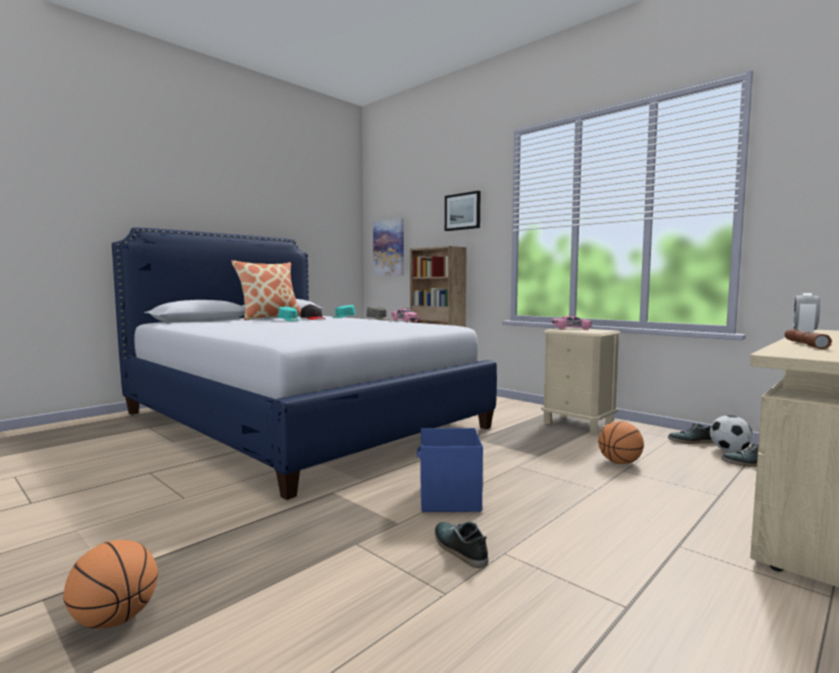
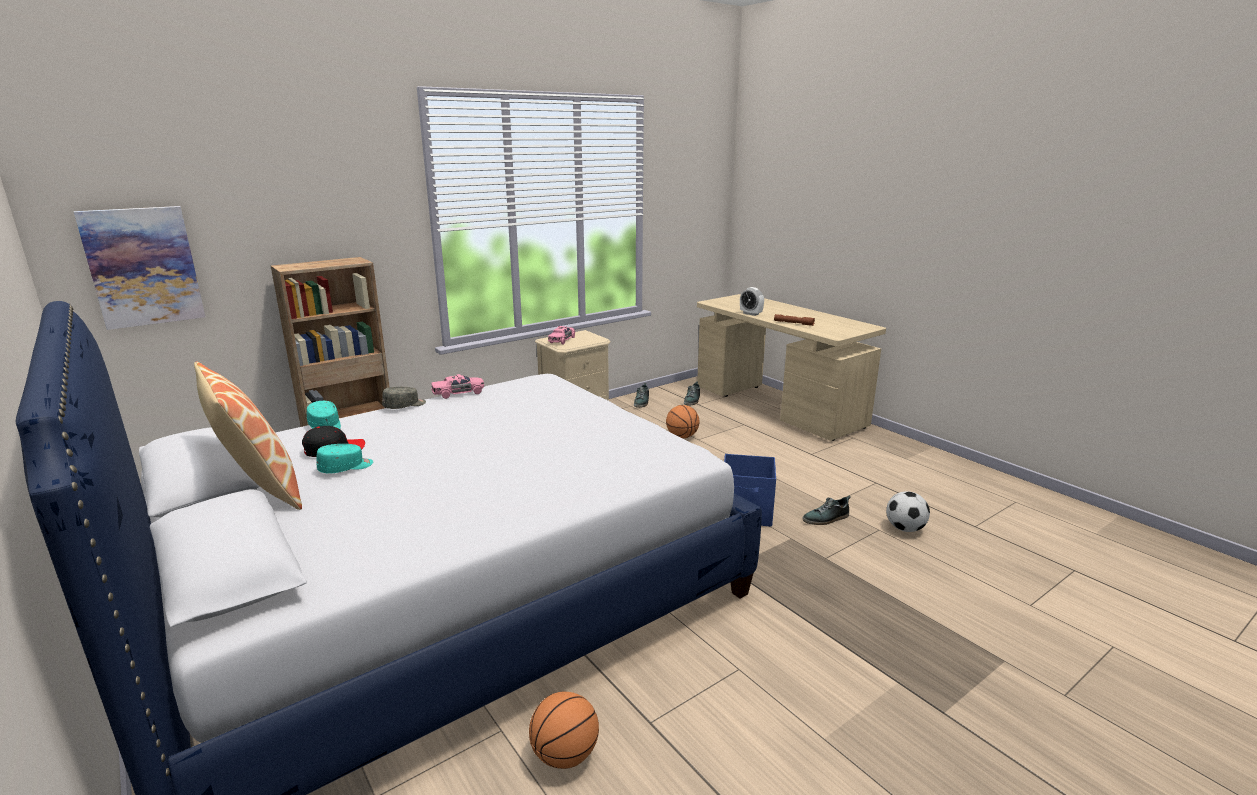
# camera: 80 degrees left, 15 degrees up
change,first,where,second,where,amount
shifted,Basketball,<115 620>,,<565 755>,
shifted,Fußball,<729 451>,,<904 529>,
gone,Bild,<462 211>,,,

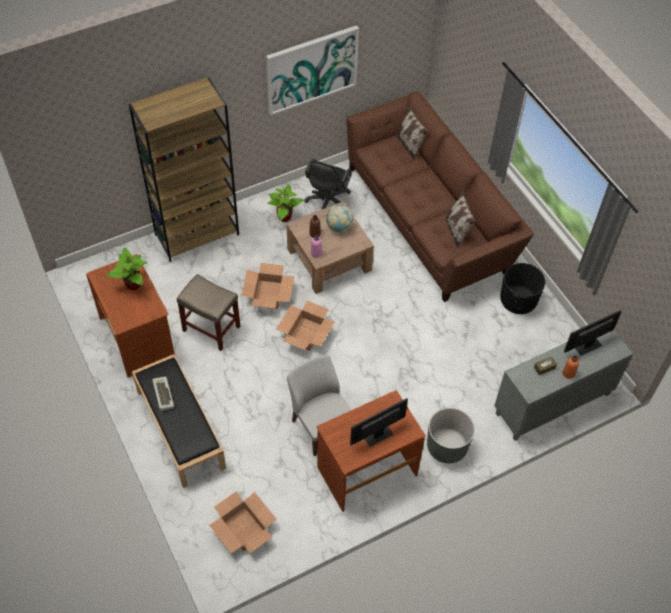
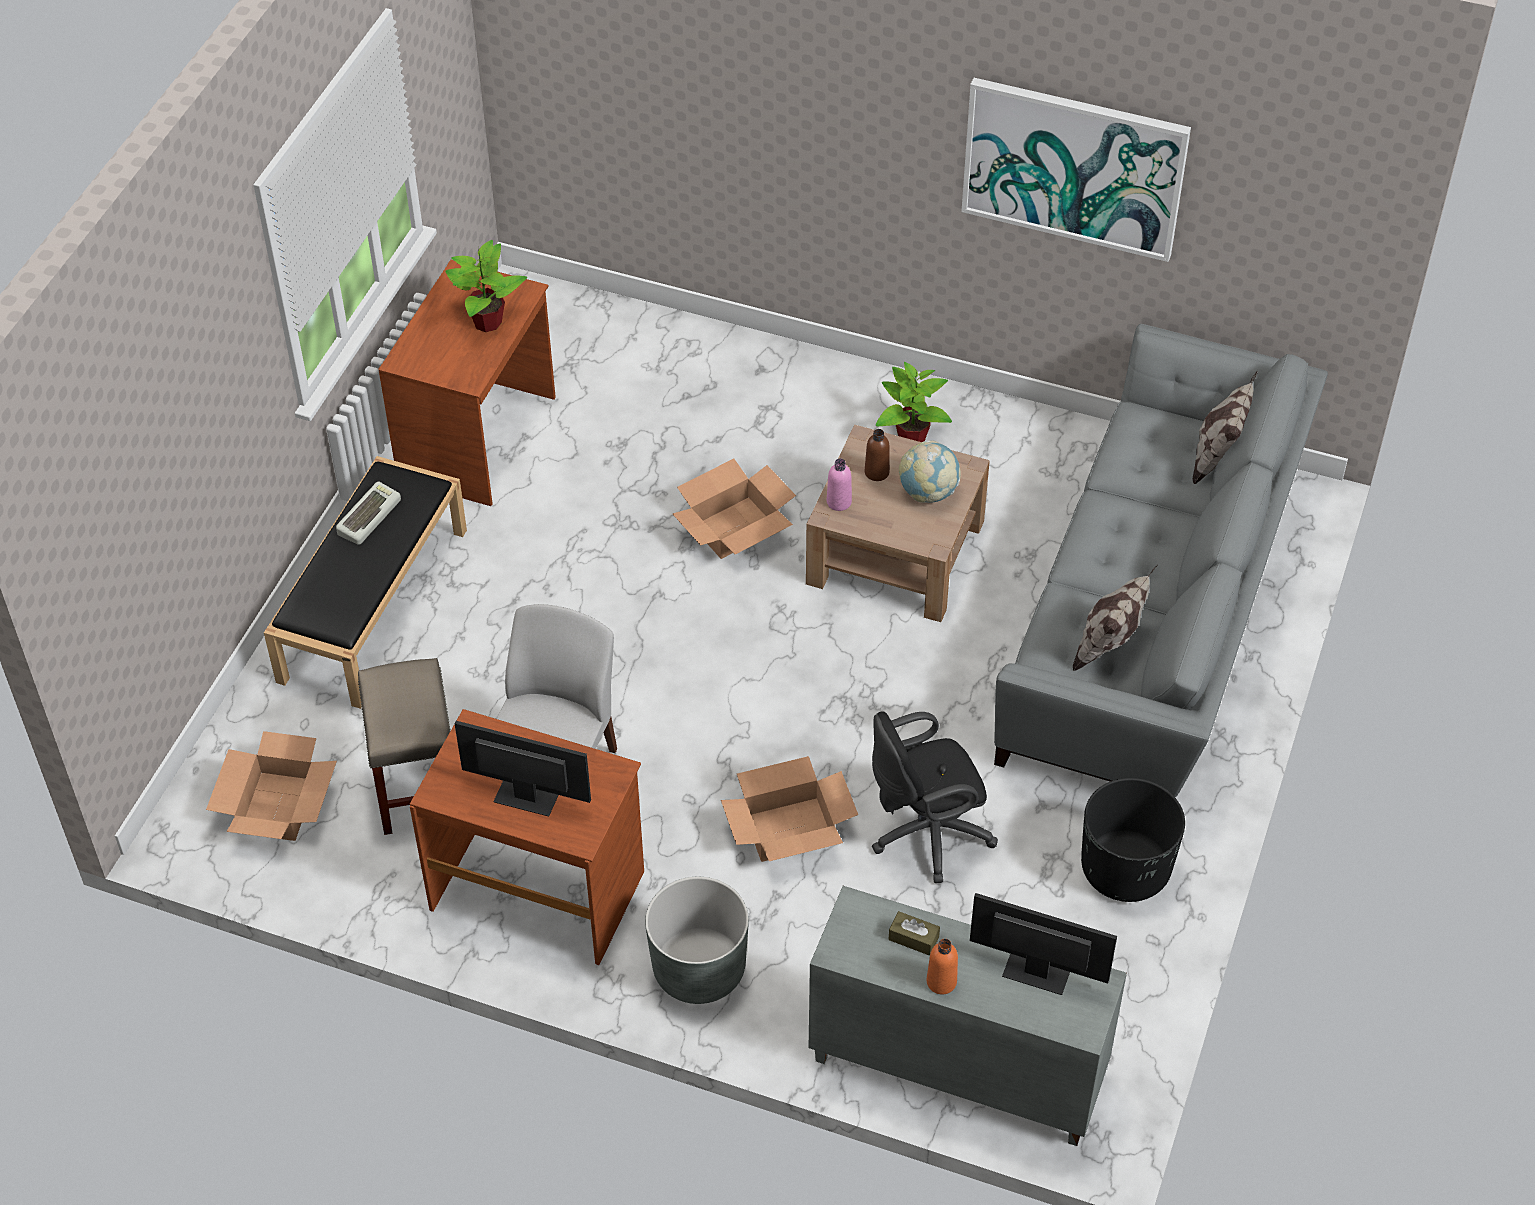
# camera: 50 degrees right, 5 degrees down
change,first,where,second,where,amount
shifted,Hocker [beige],<212 329>,,<419 787>,
shifted,Karton,<305 334>,,<789 829>,
shifted,Bürostuhl [schwarz],<327 204>,,<925 834>,
repainted,Sofa [braun],<430 218>,Sofa [grau],<1153 622>,
gone,Bücherregal [braun],<197 234>,,,

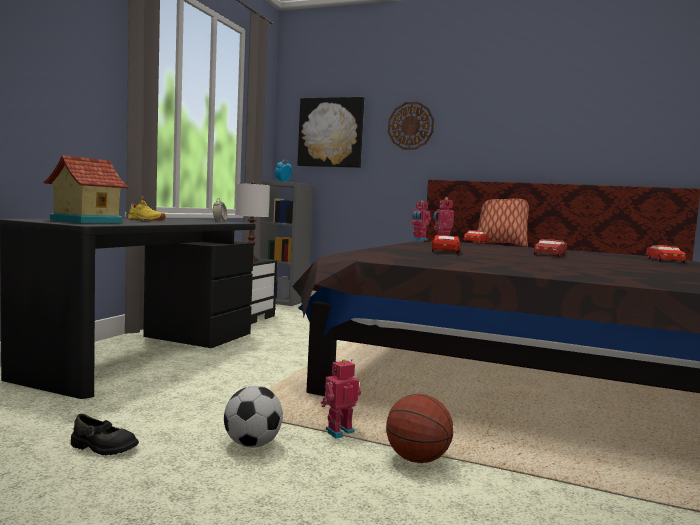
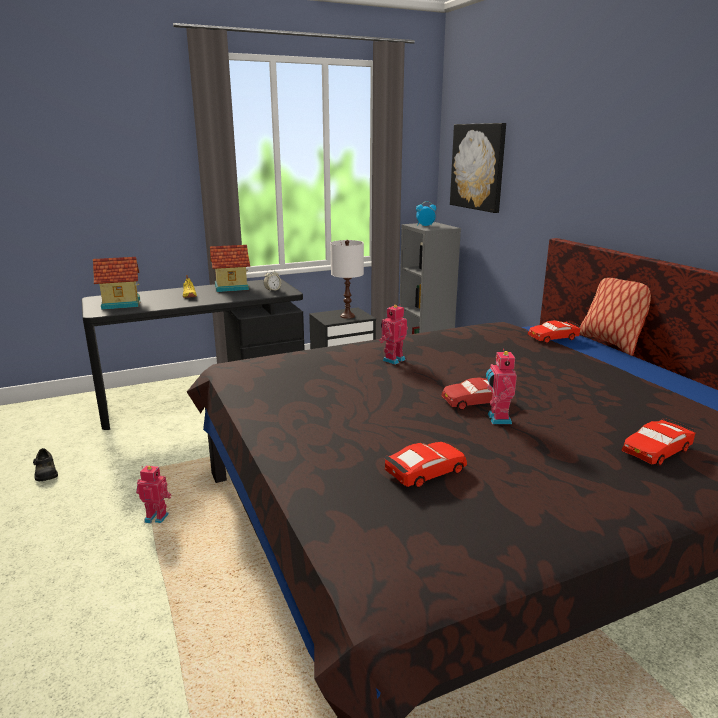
# camera: 45 degrees right, 15 degrees up
change,first,where,second,where,amount
new,,,Spielzeughaus,<231 287>,
shifted,Spielzeugauto [rot],<446 252>,,<425 472>,
shifted,Spielzeugroboter,<418 240>,,<497 419>,
gone,Fußball,<252 444>,,,
gone,Basketball,<417 459>,,,
gone,Wanduhr,<410 126>,,,

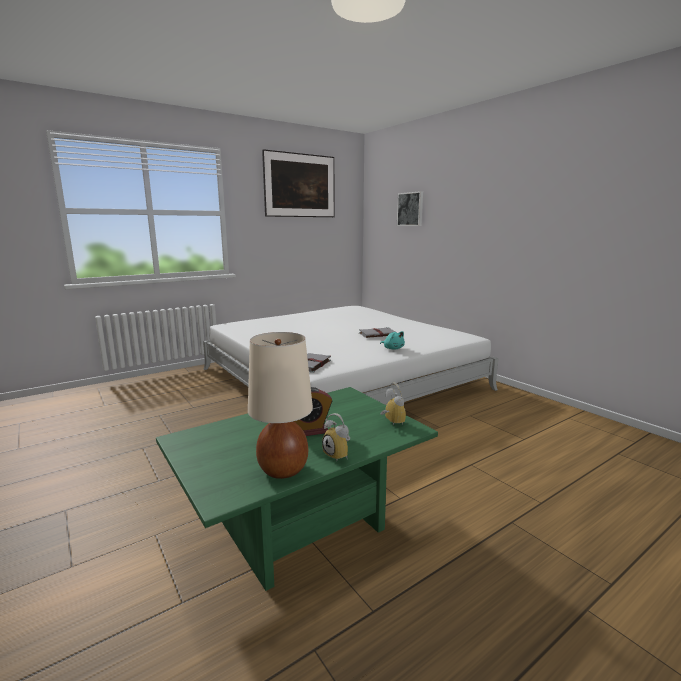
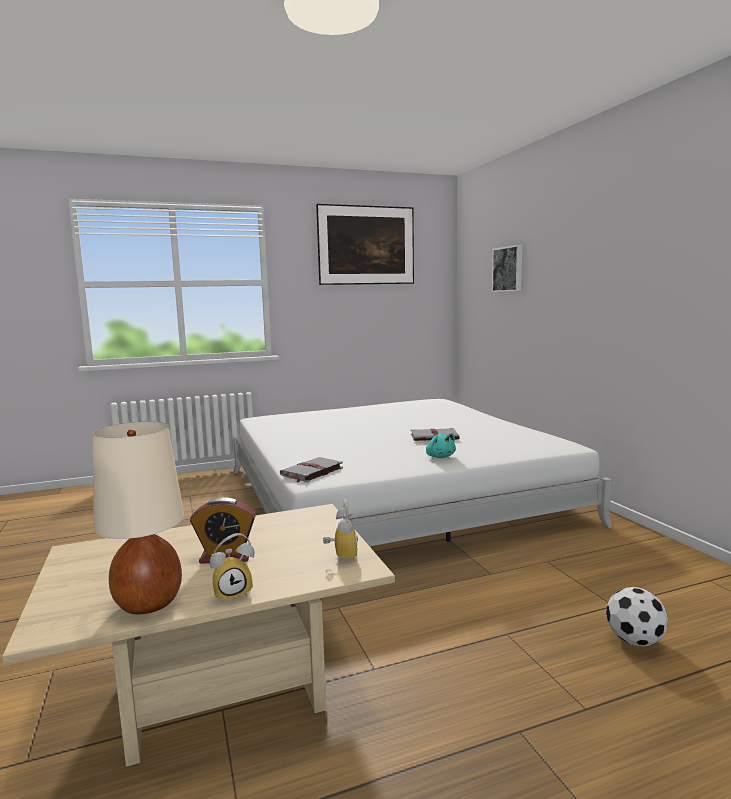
# camera: 15 degrees right, 5 degrees down
change,first,where,second,where,amount
repainted,Couchtisch [grün],<301 528>,Couchtisch [beige],<221 689>,
rotated,Wecker,<339 455>,,<233 592>,90 degrees counterclockwise
new,,,Fußball,<635 641>,

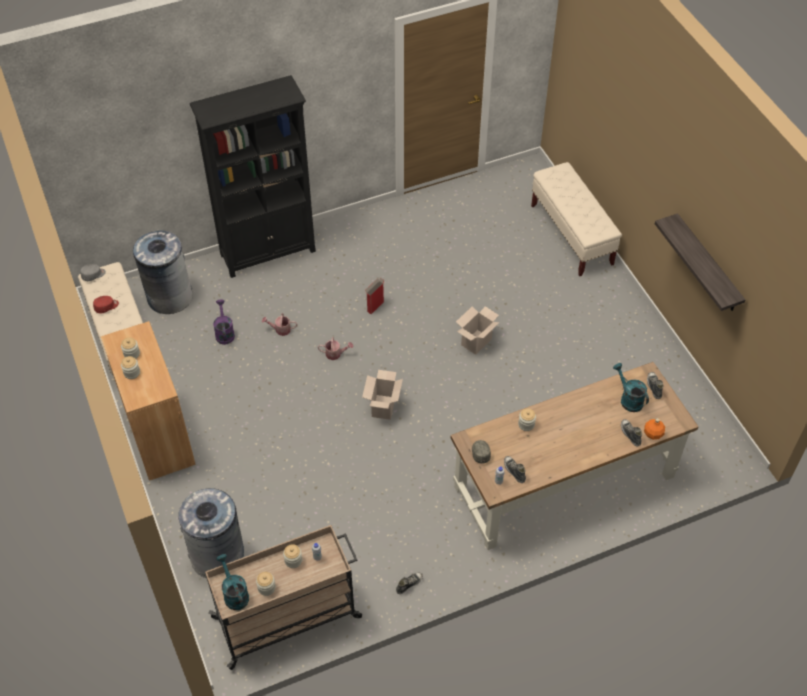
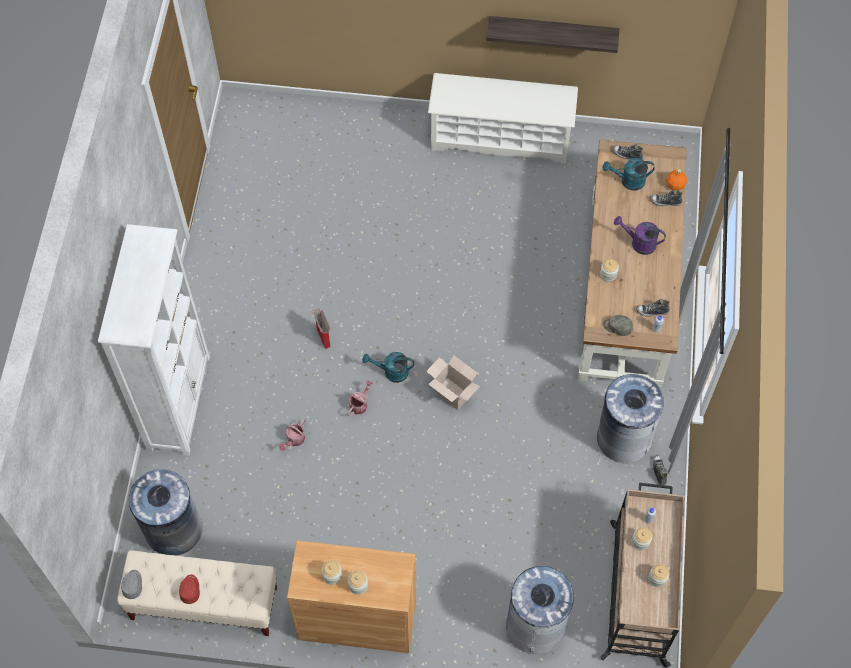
# camera: 60 degrees left, 10 degrees up
change,first,where,second,where,amount
repainted,Bücherregal [schwarz],<268 252>,Bücherregal [weiß],<179 402>,
shifted,Gießkanne [türkis],<234 593>,,<391 372>,
new,,,Schuhregal [weiß],<500 137>,
new,,,Mülleimer [grau],<624 437>,
shifted,Gießkanne [lila],<224 333>,,<639 243>,
gone,Karton,<476 341>,,,
gone,Bank [beige],<571 235>,,,

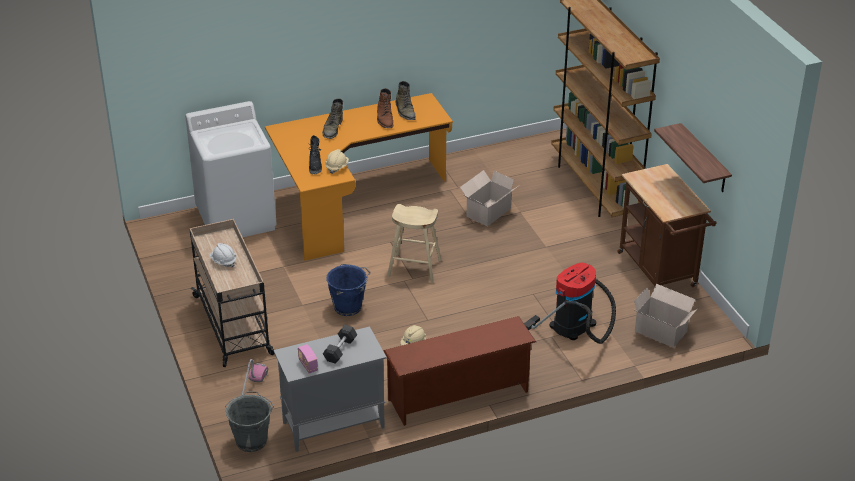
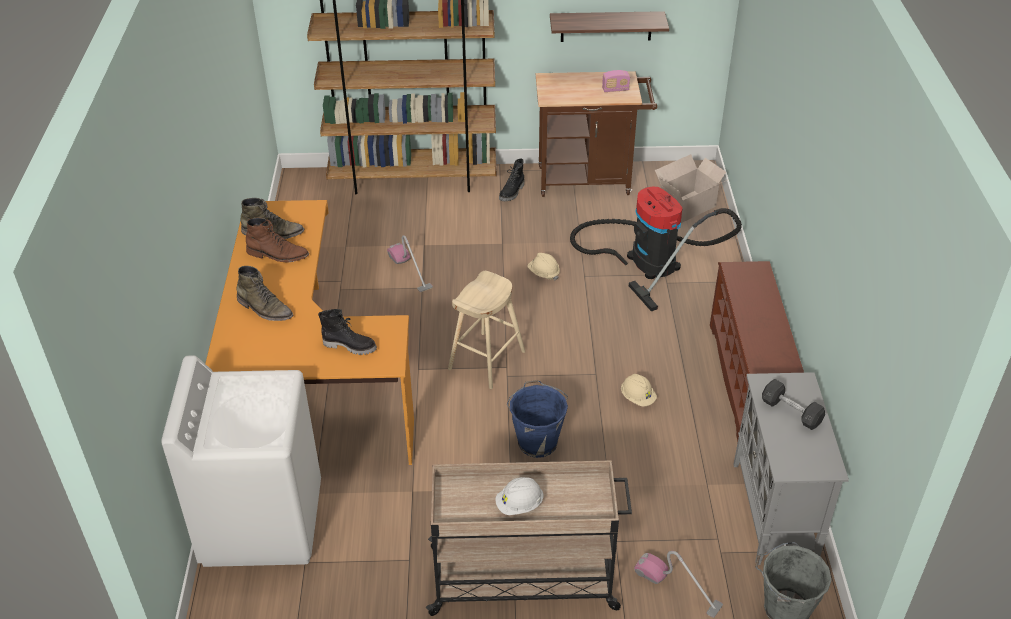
# camera: 70 degrees left, 5 degrees up
change,first,where,second,where,amount
swapped,Karton,<487 213>,Staubsauger,<410 270>,
new,,,Stiefel [schwarz],<512 192>,
shifted,Schutzhelm [beige],<337 167>,,<543 273>,
shifted,Radio,<308 365>,,<615 89>,

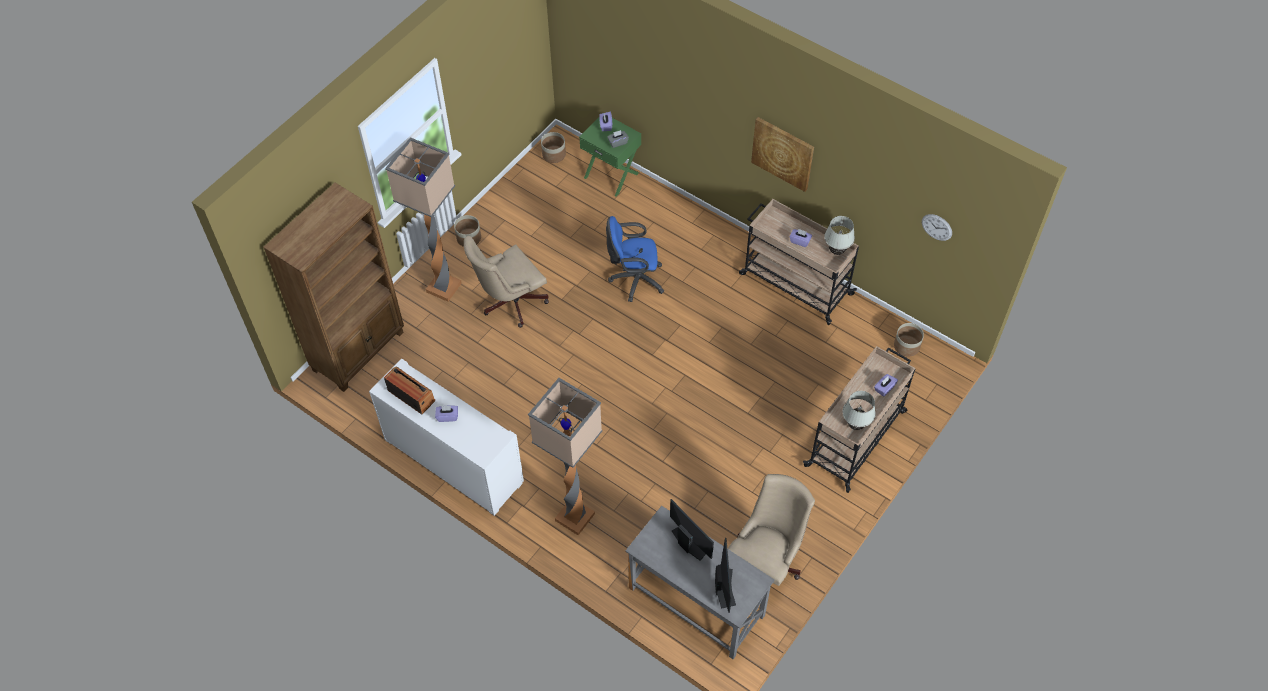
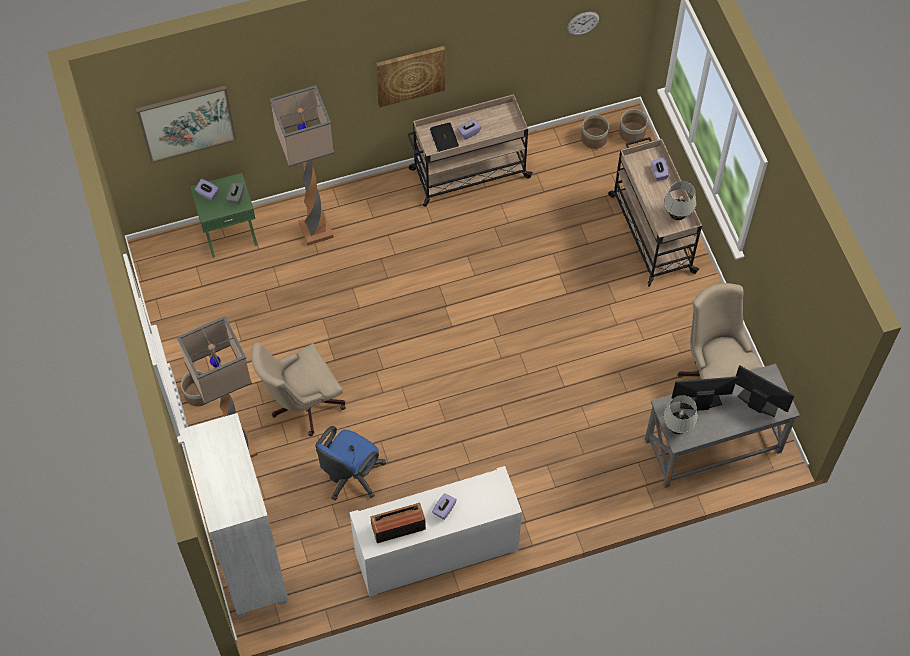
# camera: 55 degrees left, 5 degrees up
change,first,where,second,where,amount
new,,,Bild,<187 123>,
repainted,Bücherregal [braun],<359 351>,Bücherregal [weiß],<250 563>,
rotated,Bürostuhl [beige],<509 302>,,<302 404>,60 degrees clockwise
shifted,Stehlampe,<576 517>,,<316 229>,
shifted,Bürostuhl [blau],<634 280>,,<350 476>,
new,,,Laptop,<444 138>,
shifted,Pflanzkübel,<554 154>,,<632 133>,
shifted,Tischlampe [weiß],<836 251>,,<677 428>,

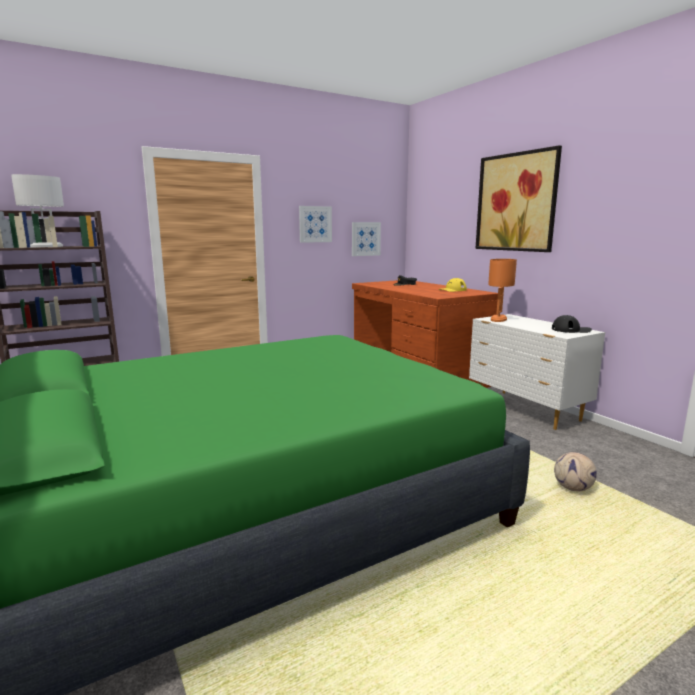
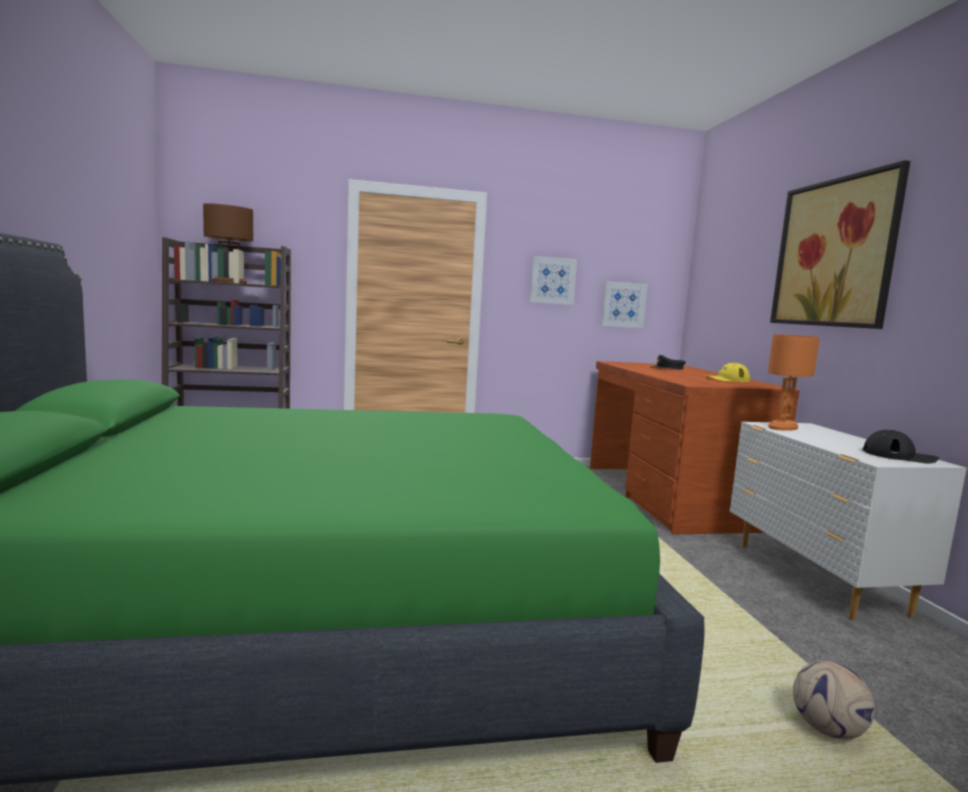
# camera: 20 degrees right, 5 degrees down
change,first,where,second,where,amount
repainted,Tischlampe [weiß],<46 246>,Tischlampe [braun],<229 282>,

